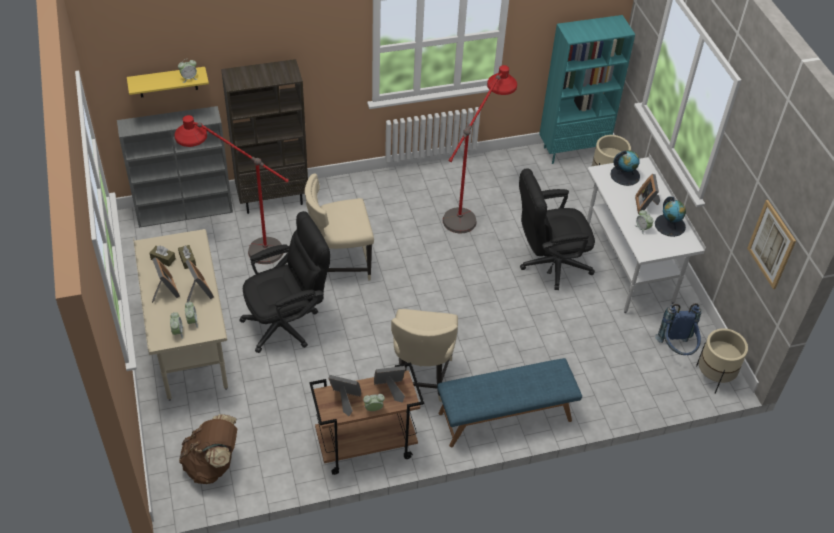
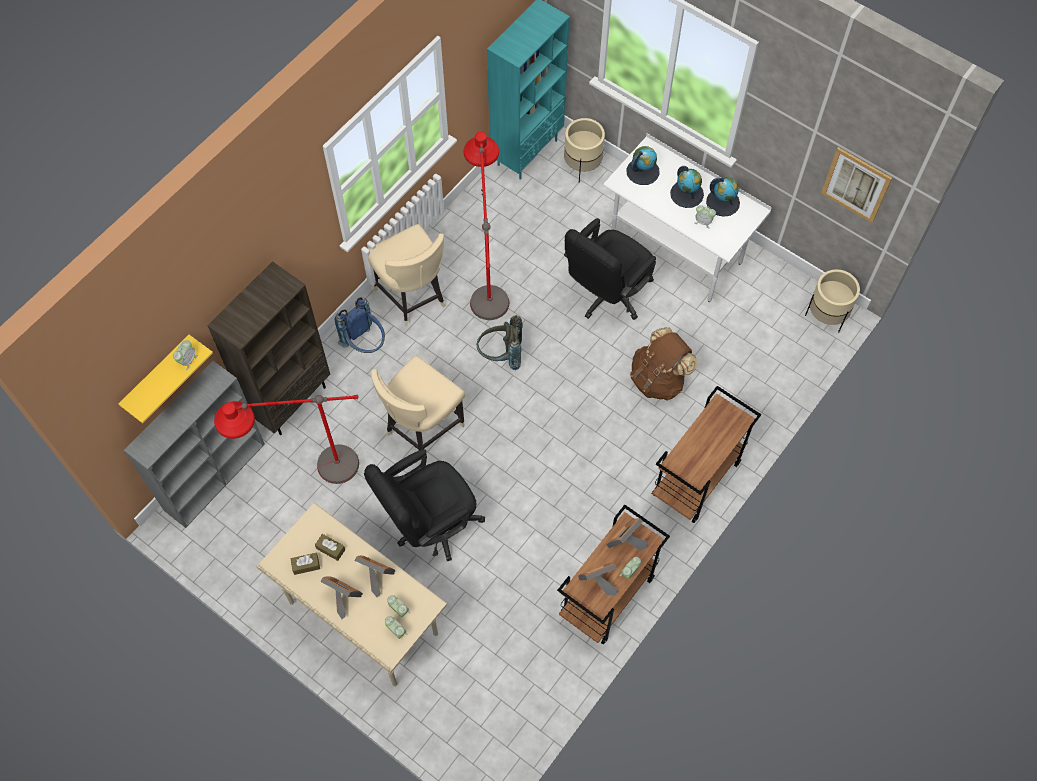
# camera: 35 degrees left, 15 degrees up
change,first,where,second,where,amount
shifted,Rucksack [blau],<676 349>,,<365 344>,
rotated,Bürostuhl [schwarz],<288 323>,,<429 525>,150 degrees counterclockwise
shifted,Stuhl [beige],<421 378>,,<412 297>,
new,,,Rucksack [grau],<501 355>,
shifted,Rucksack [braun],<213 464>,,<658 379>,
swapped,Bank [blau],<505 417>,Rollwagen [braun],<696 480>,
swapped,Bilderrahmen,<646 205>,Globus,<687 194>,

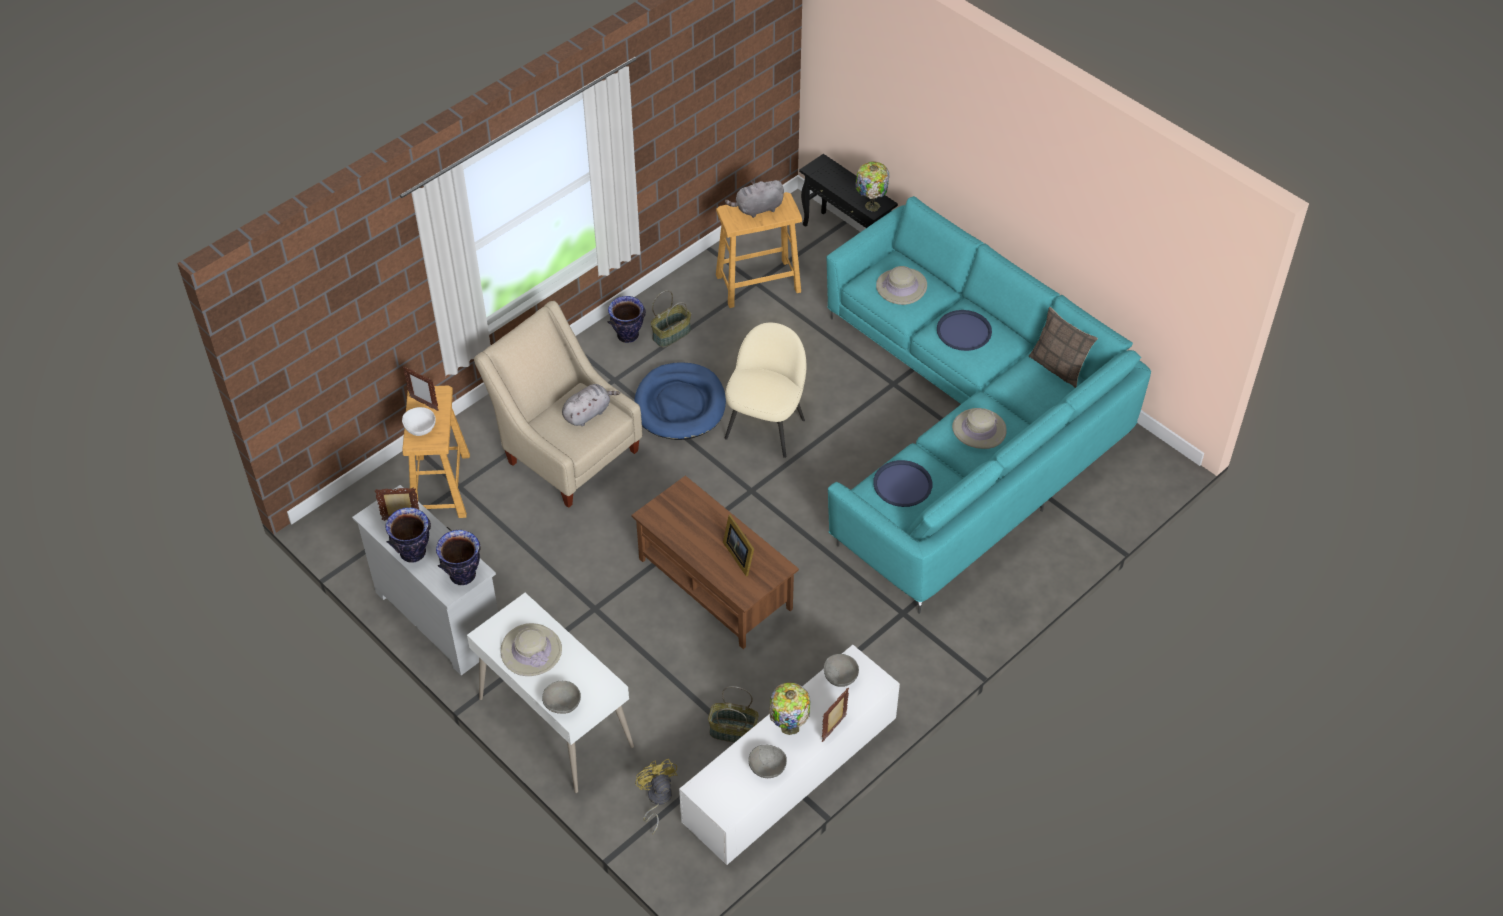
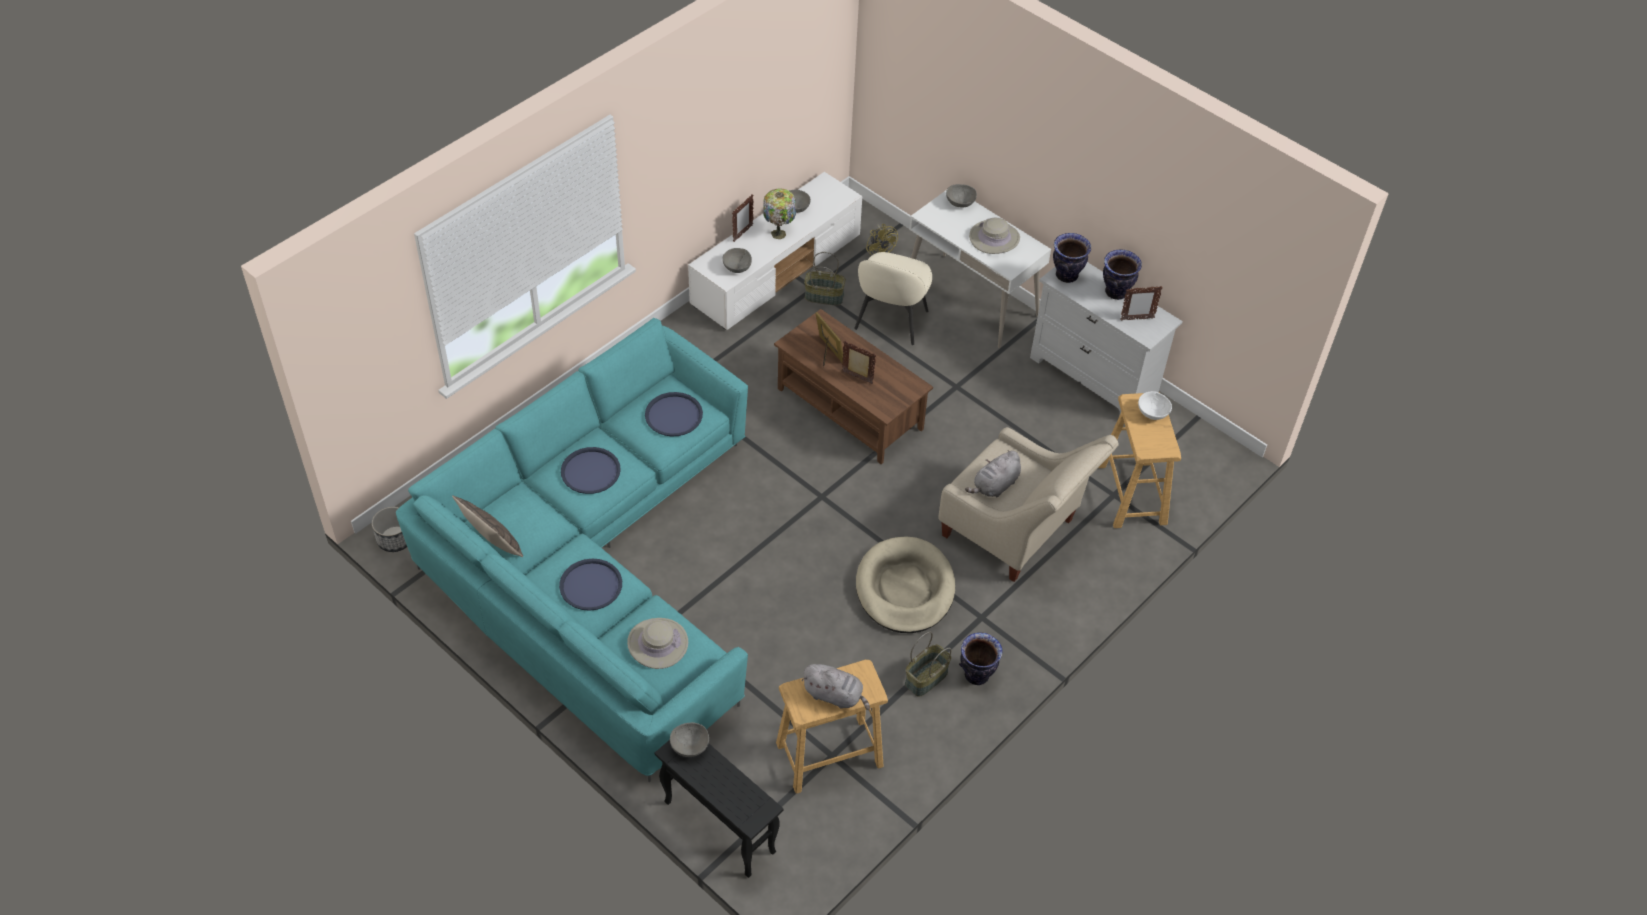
# camera: 175 degrees right, 0 degrees up
change,first,where,second,where,amount
new,,,Pflanzkübel,<395 539>,
swapped,Hut [beige],<979 429>,Tablett [blau],<590 471>,
swapped,Tischlampe,<871 206>,Schüssel [grau],<689 747>,
rotated,Plüschtier [grau],<757 209>,,<835 695>,45 degrees clockwise
shifted,Bilderrahmen,<424 404>,,<857 378>,
shifted,Stuhl [beige],<766 427>,,<890 321>,
repainted,Hundebett [blau],<680 405>,Hundebett [beige],<905 588>,

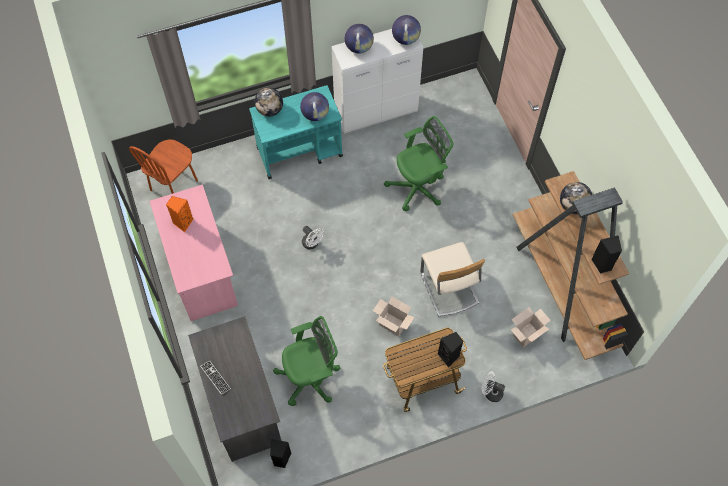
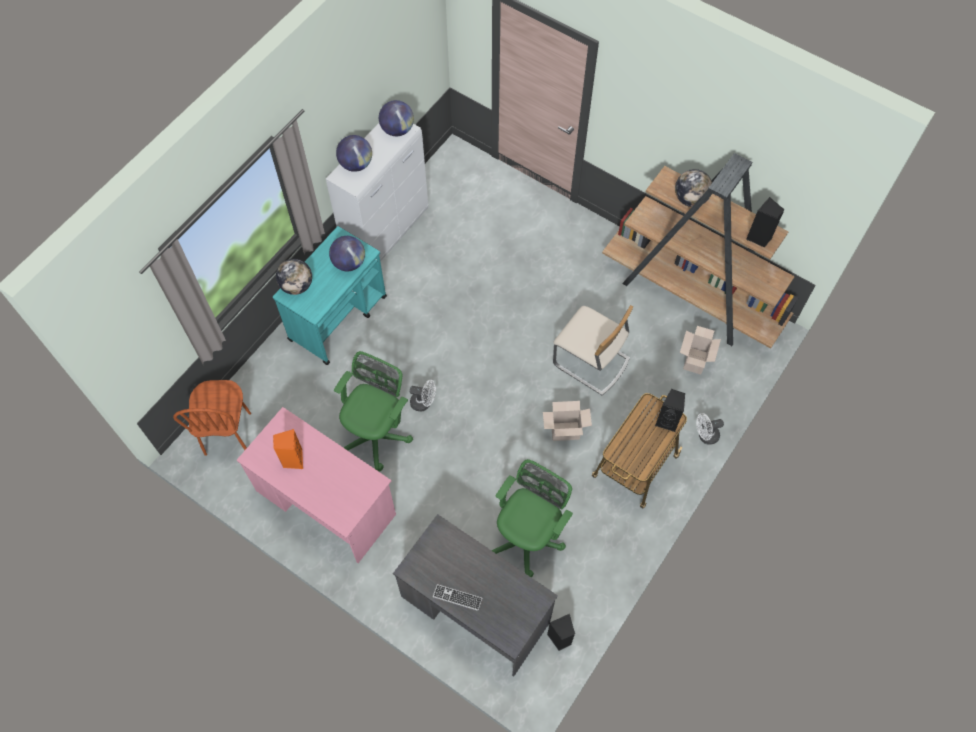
# camera: 35 degrees left, 0 degrees up
change,first,where,second,where,amount
shifted,Bürostuhl [grün],<418 187>,,<377 434>,

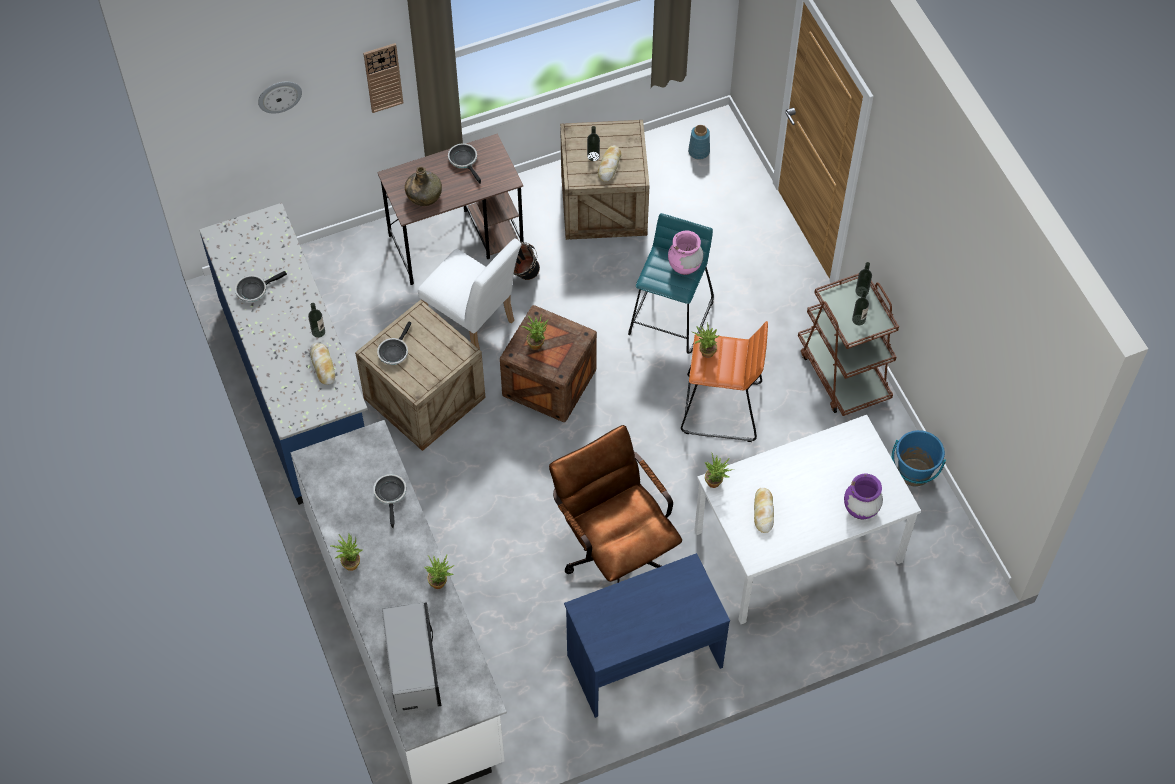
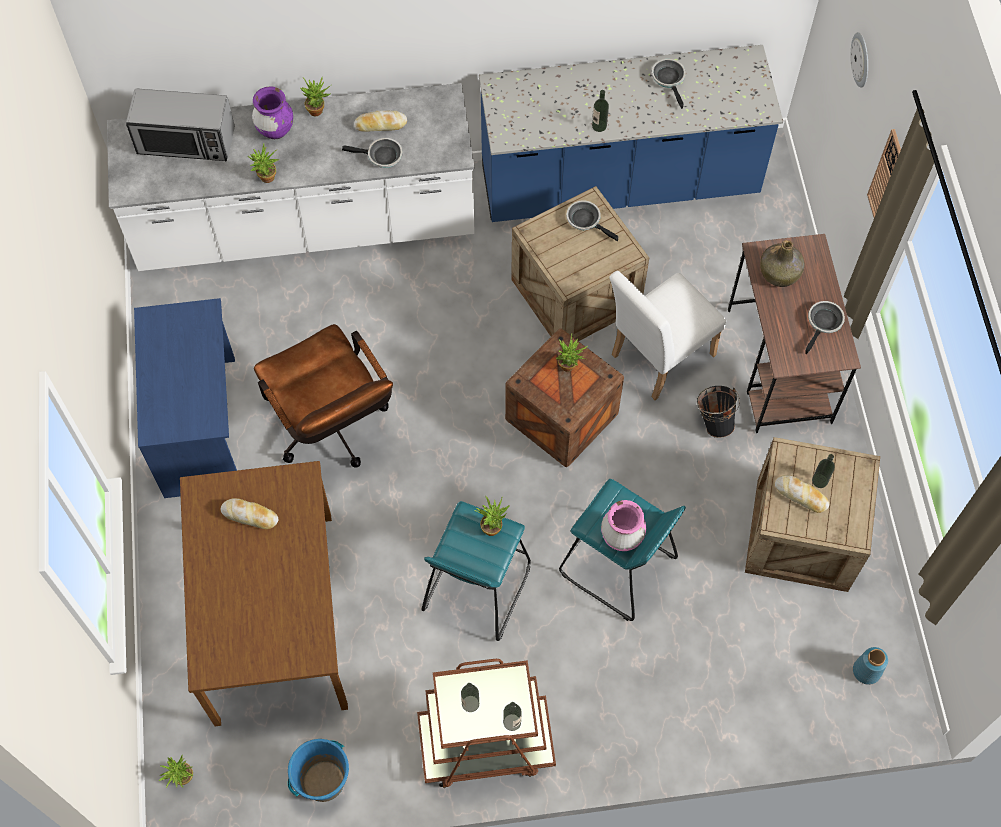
# camera: 105 degrees right, 5 degrees up
change,first,where,second,where,amount
shifted,Topfpflanze,<716 482>,,<182 779>,
repainted,Esstisch [weiß],<797 547>,Esstisch [braun],<273 616>,
shifted,Vase [lila],<860 509>,,<275 130>,
rotated,Bürostuhl [braun],<614 551>,,<333 430>,75 degrees clockwise
shifted,Brot,<323 365>,,<380 124>,
repainted,Hocker [orange],<721 408>,Hocker [türkis],<476 587>,
rotated,Pfanne,<464 161>,,<823 323>,45 degrees counterclockwise

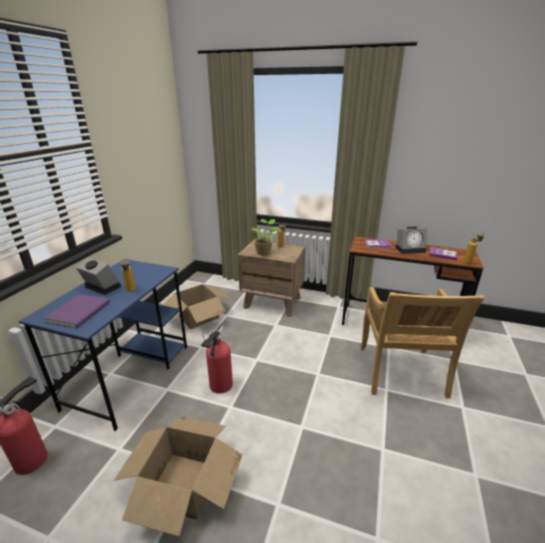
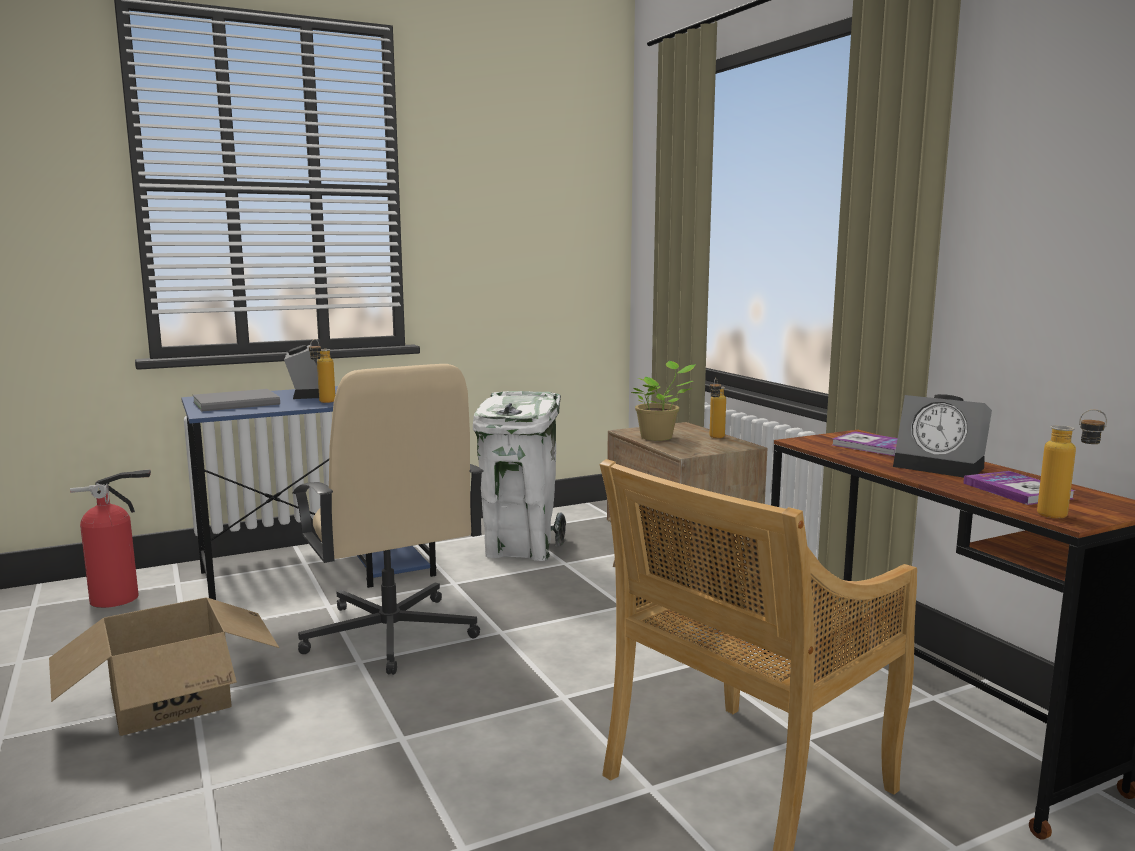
# camera: 45 degrees right, 15 degrees down
change,first,where,second,where,amount
repainted,Buch [lila],<81 311>,Buch [grau],<239 403>,
swapped,Feuerlöscher,<220 386>,Bürostuhl [beige],<390 635>,
swapped,Karton,<198 316>,Mülleimer [weiß],<520 548>,

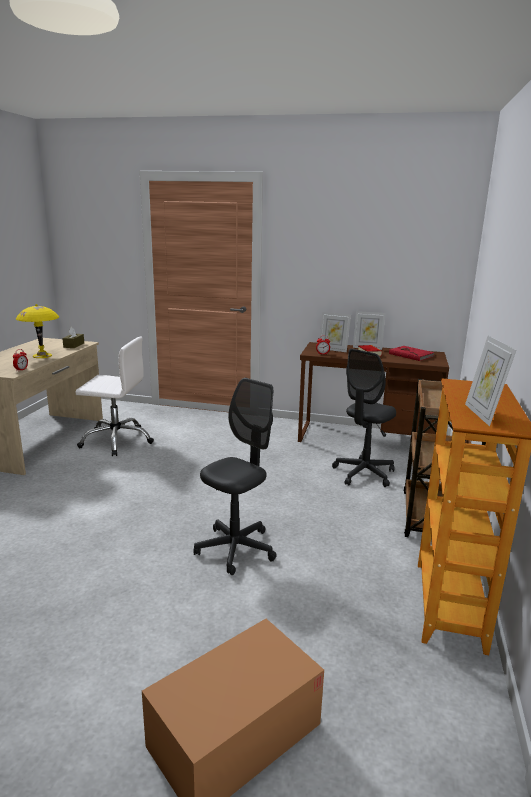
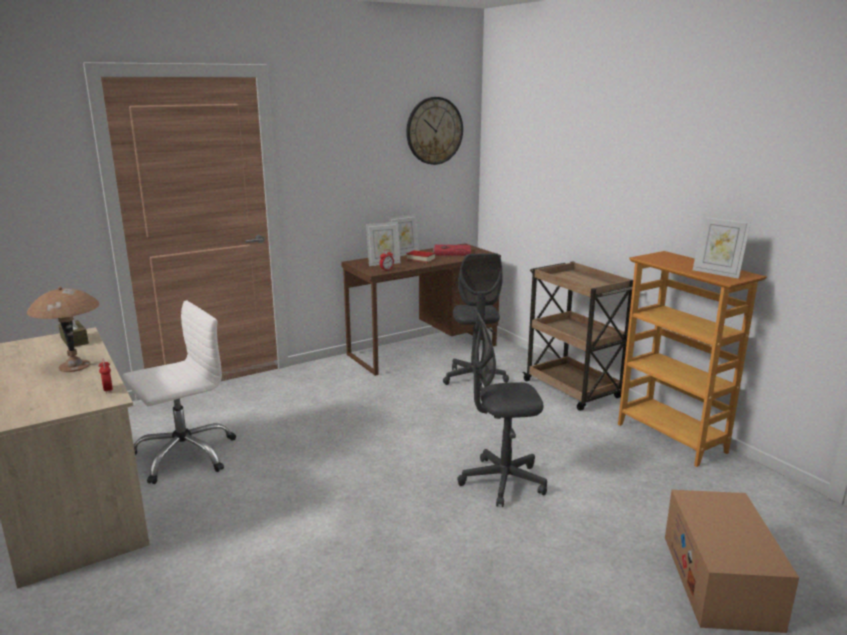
# camera: 45 degrees left, 0 degrees up
change,first,where,second,where,amount
repainted,Tischlampe [gelb],<42 356>,Tischlampe [braun],<75 366>,
new,,,Wanduhr,<434 131>,
rotated,Bürostuhl [grau],<236 549>,,<502 482>,90 degrees counterclockwise

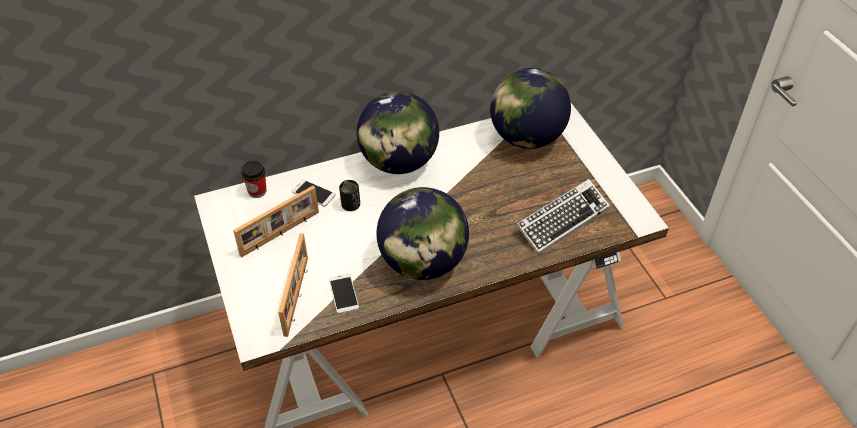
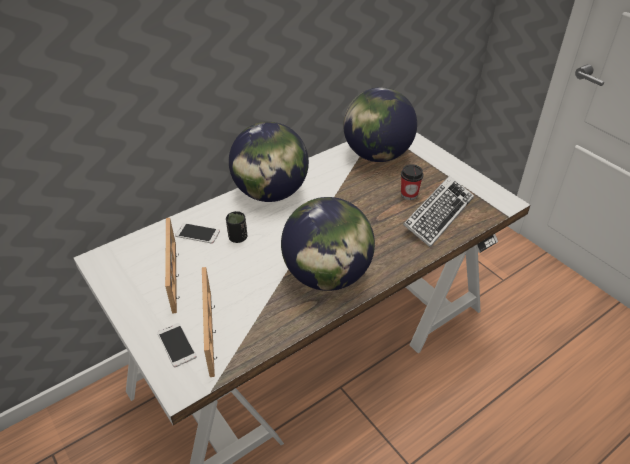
# camera: 15 degrees left, 5 degrees down
change,first,where,second,where,amount
shifted,Handy,<343 294>,,<176 345>,
rotated,Bilderrahmen,<281 234>,,<175 276>,45 degrees counterclockwise
shifted,Tasse,<257 191>,,<409 194>,

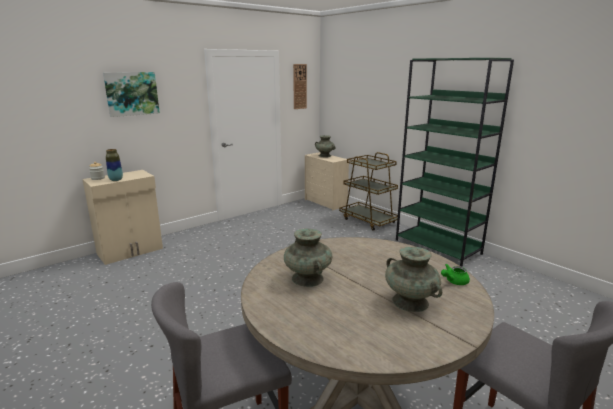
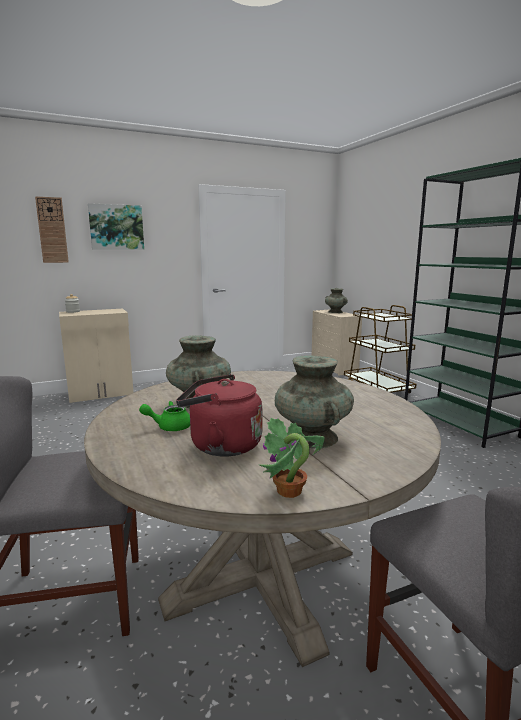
# camera: 15 degrees right, 5 degrees down
change,first,where,second,where,amount
shifted,Wanduhr,<299 86>,,<52 230>,
shifted,Teekanne [grün],<454 281>,,<169 427>,
new,,,Wasserkessel [rot],<221 445>,
new,,,Topfpflanze,<289 491>,
gone,Vase,<116 180>,,,

